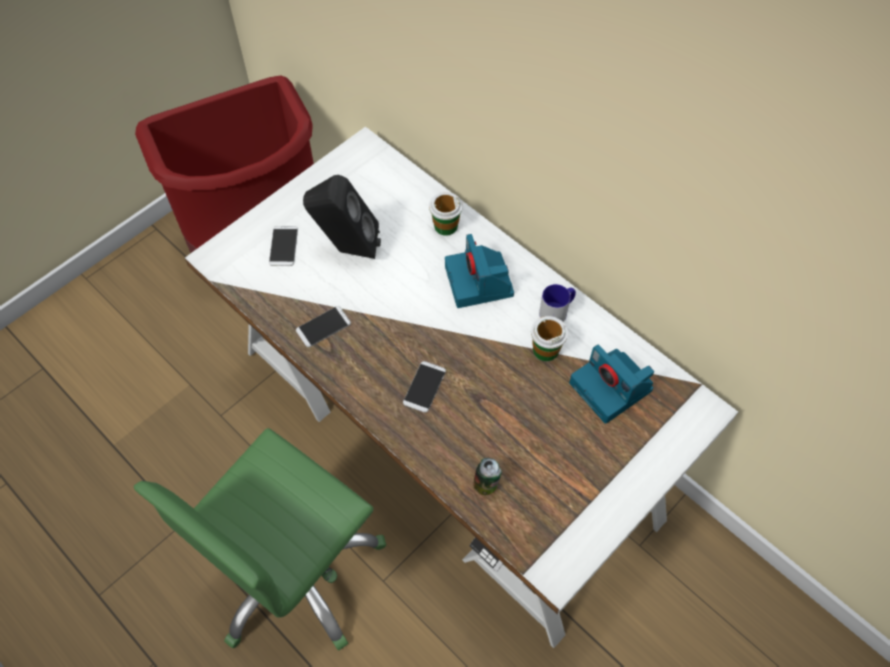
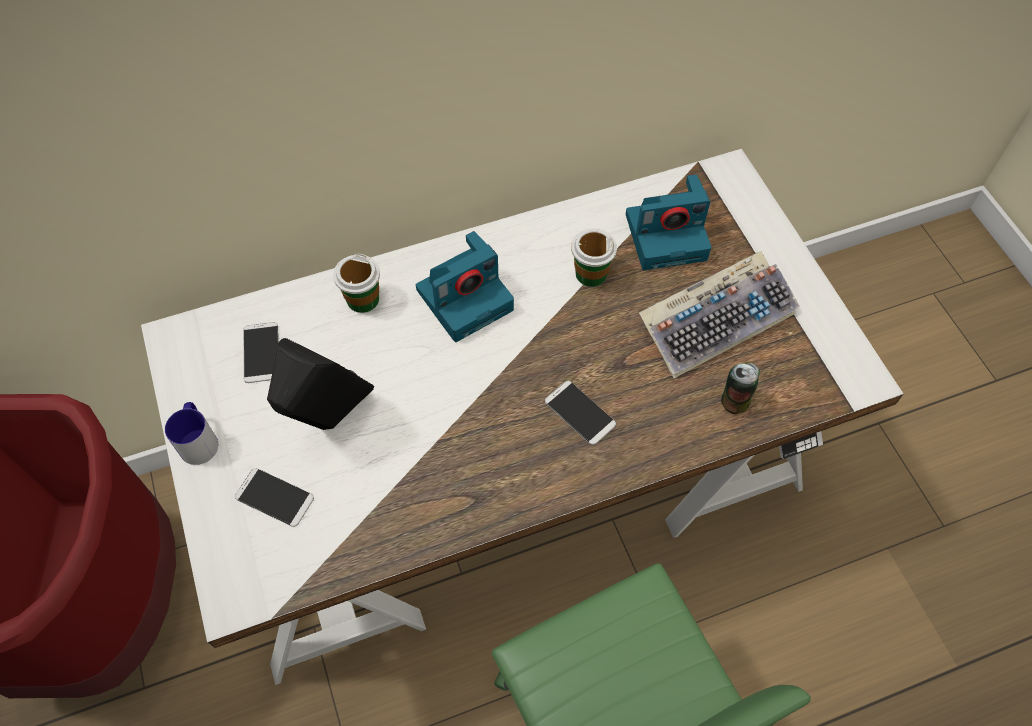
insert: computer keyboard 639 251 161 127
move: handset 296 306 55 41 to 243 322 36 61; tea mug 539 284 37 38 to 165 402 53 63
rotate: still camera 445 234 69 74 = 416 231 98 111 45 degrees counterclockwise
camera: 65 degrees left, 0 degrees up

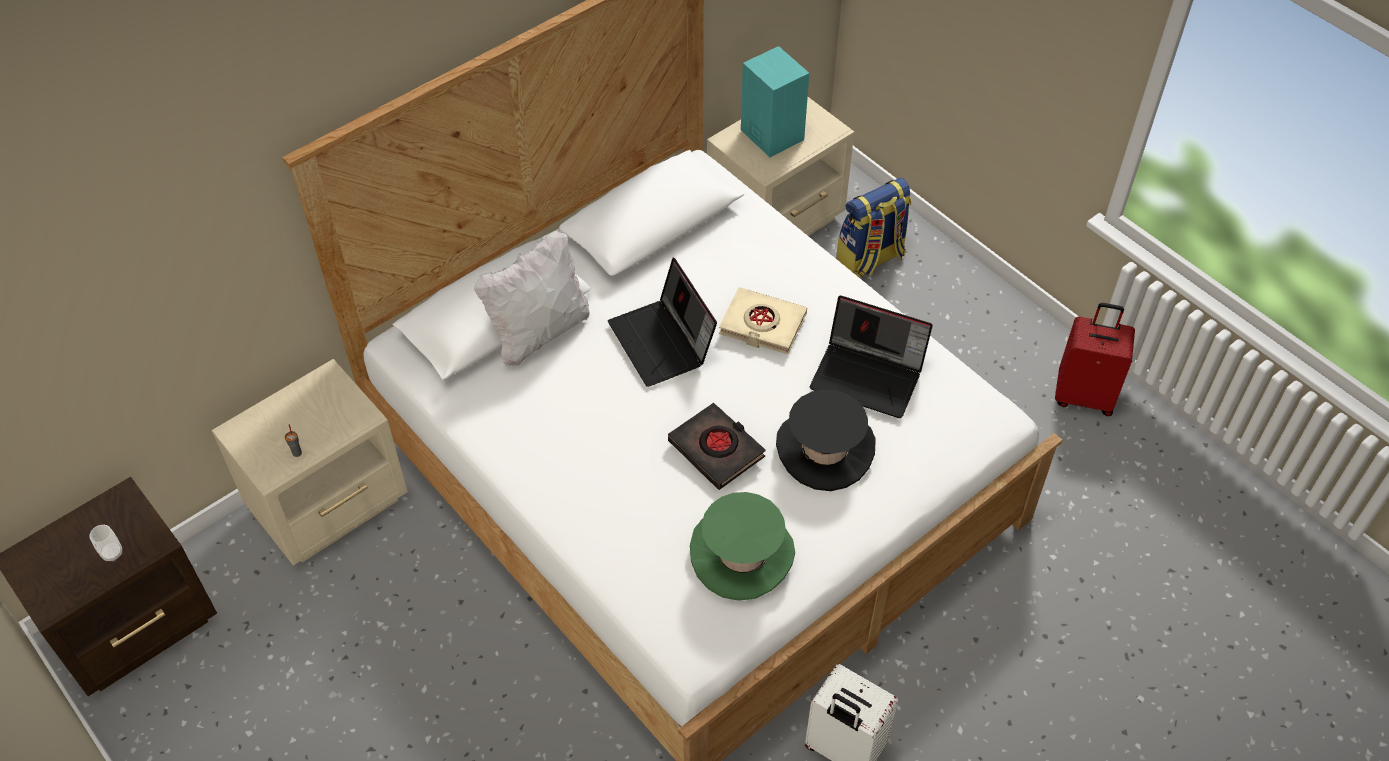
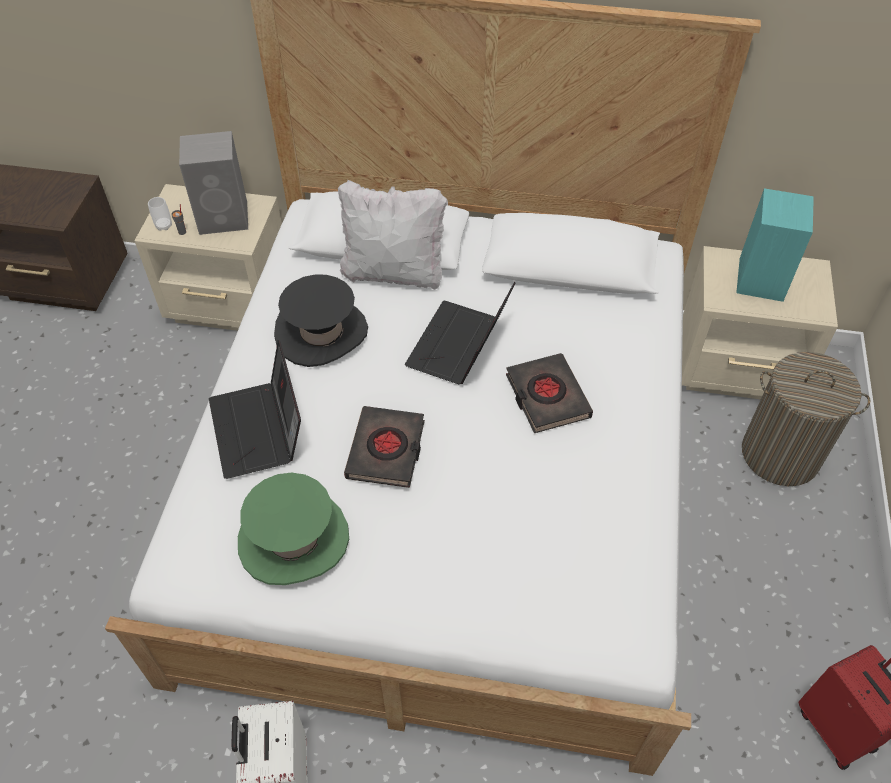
insert: greyish speaker 179 131 69 104
move: drinking cup 89 525 33 36 to 148 197 24 34; blackish wearable hat 776 389 100 102 to 274 274 94 93; portable computer 810 295 123 123 to 209 340 92 139
replace: knapsack 836 178 76 99 to hamper 742 352 128 134
recolor: beige bound book 719 287 88 67 to blackish bound book 506 353 87 80
camera: 50 degrees right, 0 degrees up

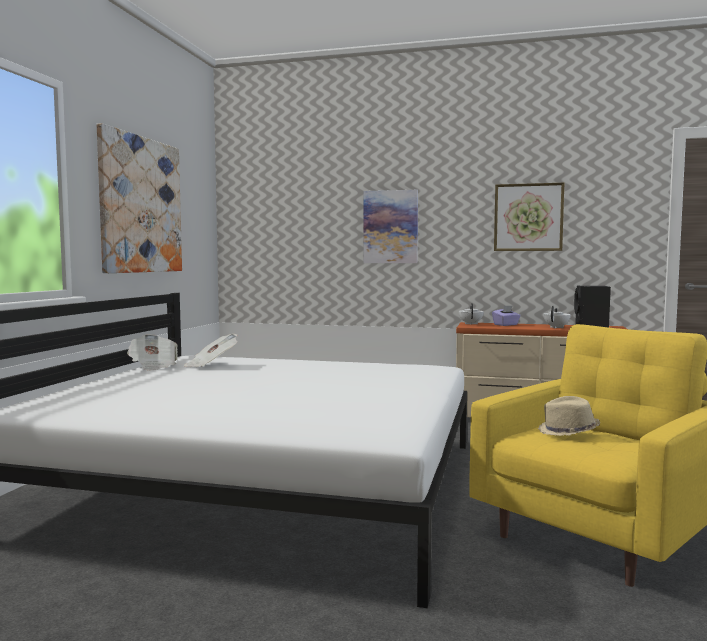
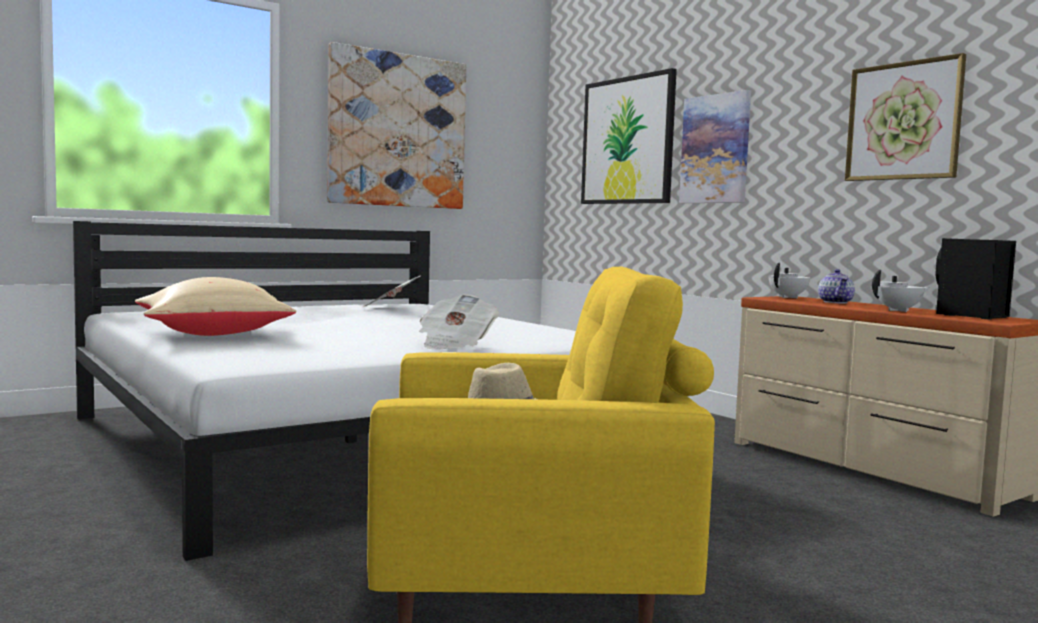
insert: beige cushion 135 277 161 59; wall picture 581 68 96 136
move: newspaper 127 334 51 37 to 419 294 80 56
replace: purple-coloured tissue holder 492 305 29 21 to teapot 818 269 37 35
camera: 40 degrees right, 0 degrees up

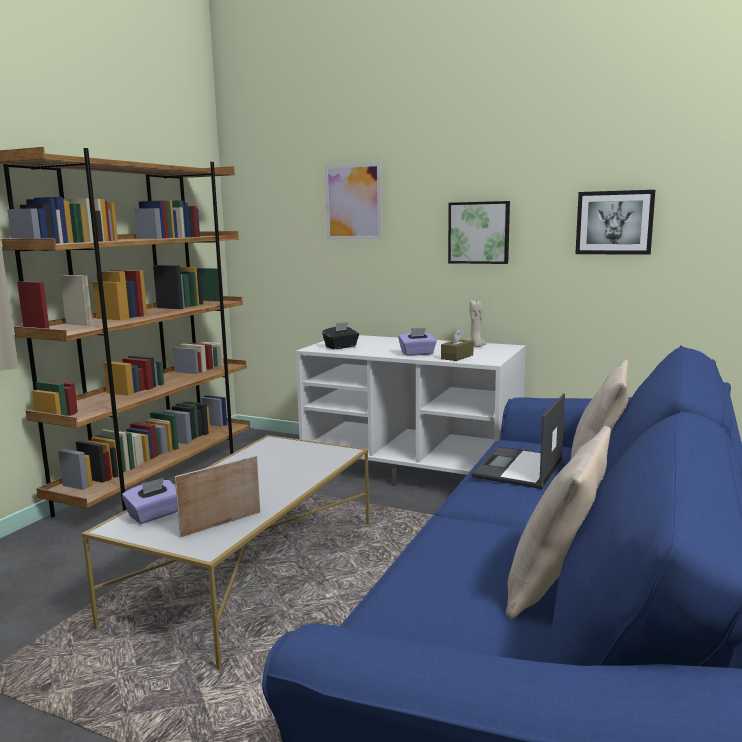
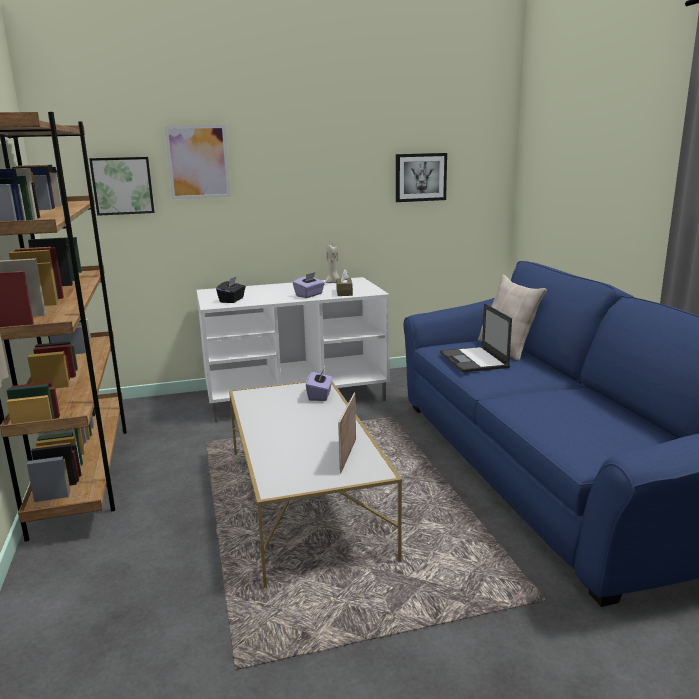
delete: beige cushion 506 426 105 193
move: purple-coloured tissue holder 122 478 56 46 to 306 369 27 32; wall picture 448 201 62 63 to 89 157 65 59
camera: 40 degrees left, 5 degrees up

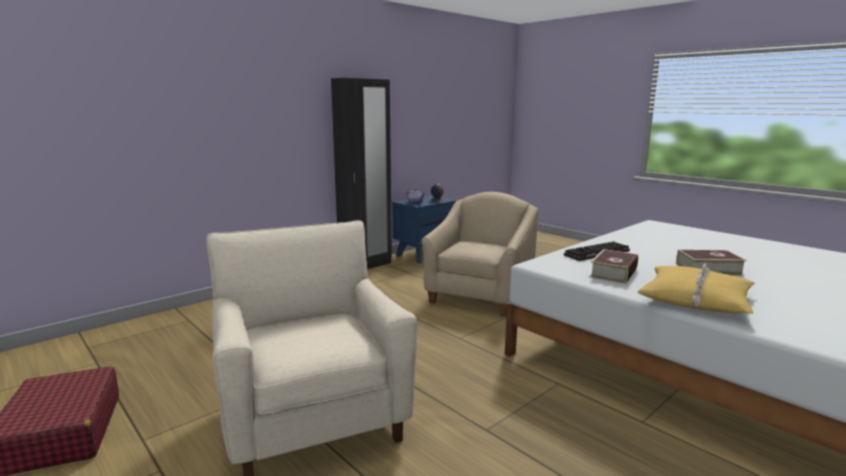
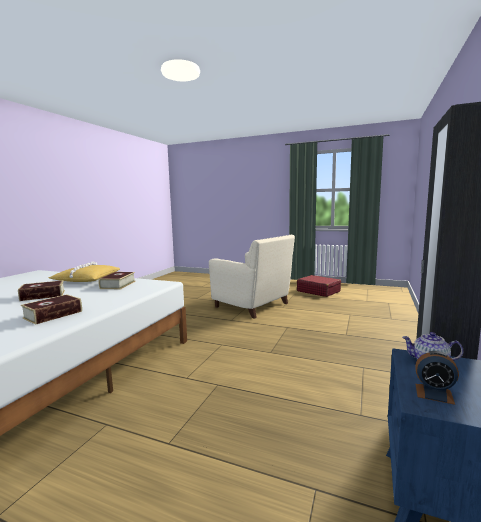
delete: beige armchair 421 192 117 124; computer keyboard 564 241 66 20
insert: bound book 21 294 61 31
camera: 155 degrees right, 5 degrees down

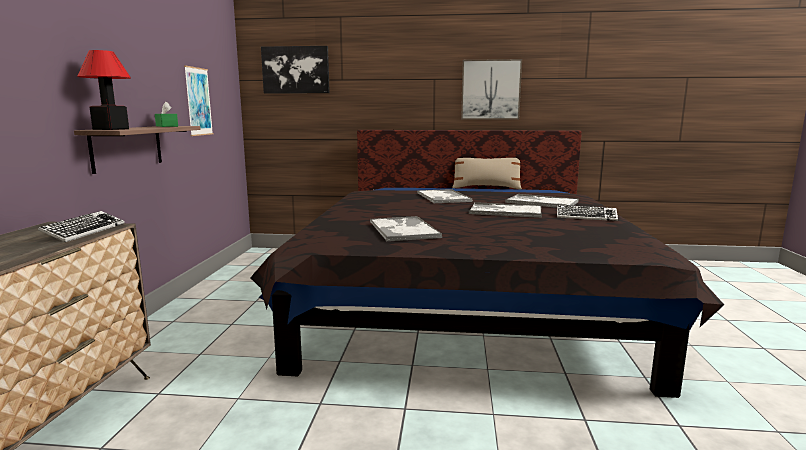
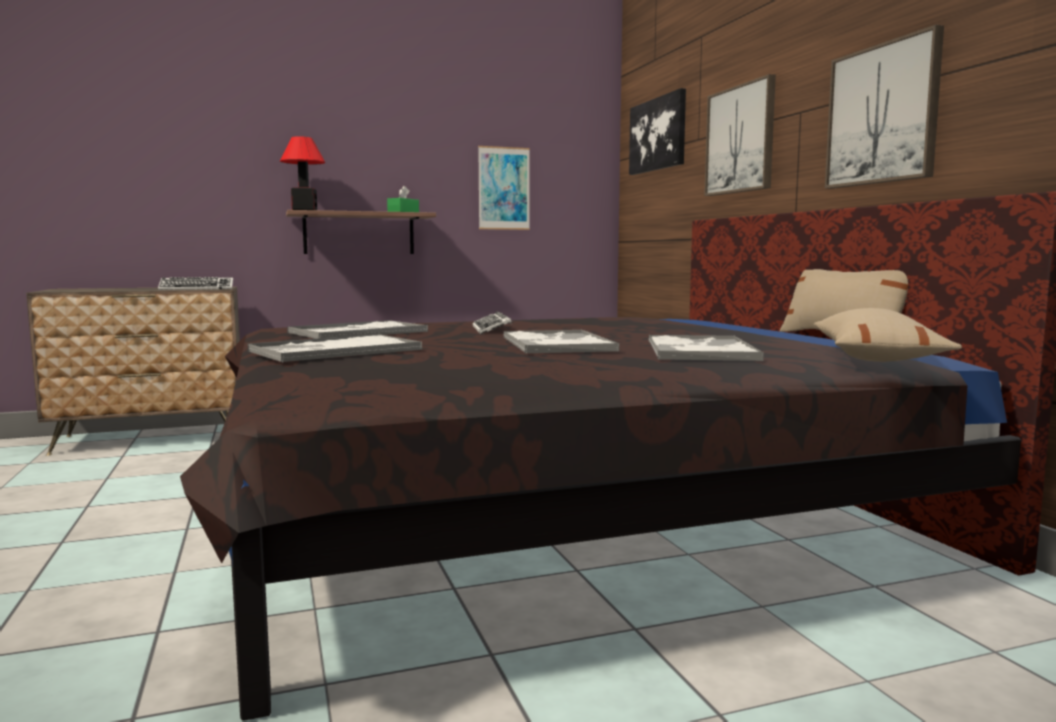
insert: wall picture 704 74 72 122; beige cushion 814 308 148 54
move: carrying tray 417 189 55 14 to 248 334 174 28; computer keyboard 557 205 61 16 to 473 311 39 23
camera: 65 degrees right, 5 degrees down

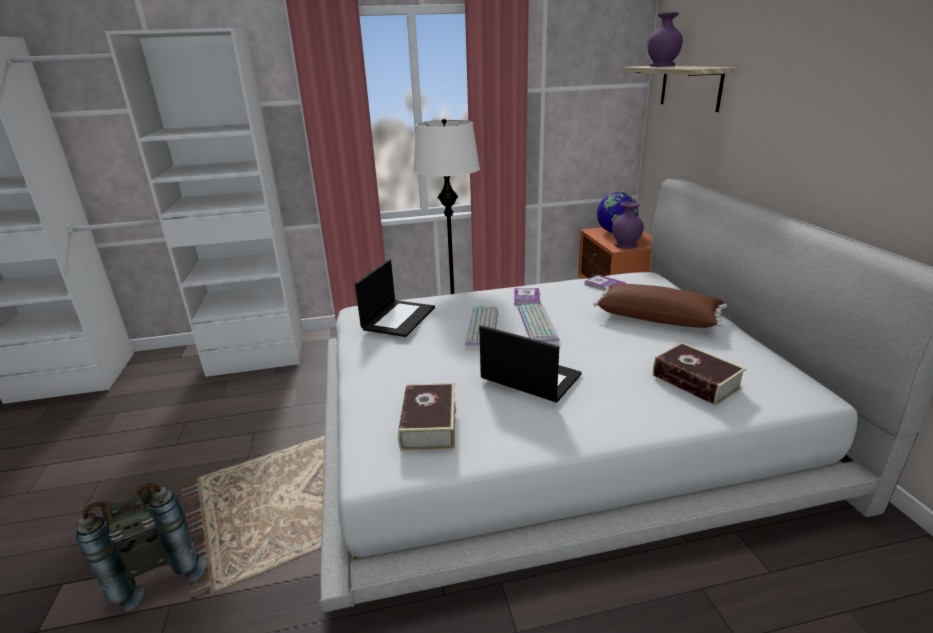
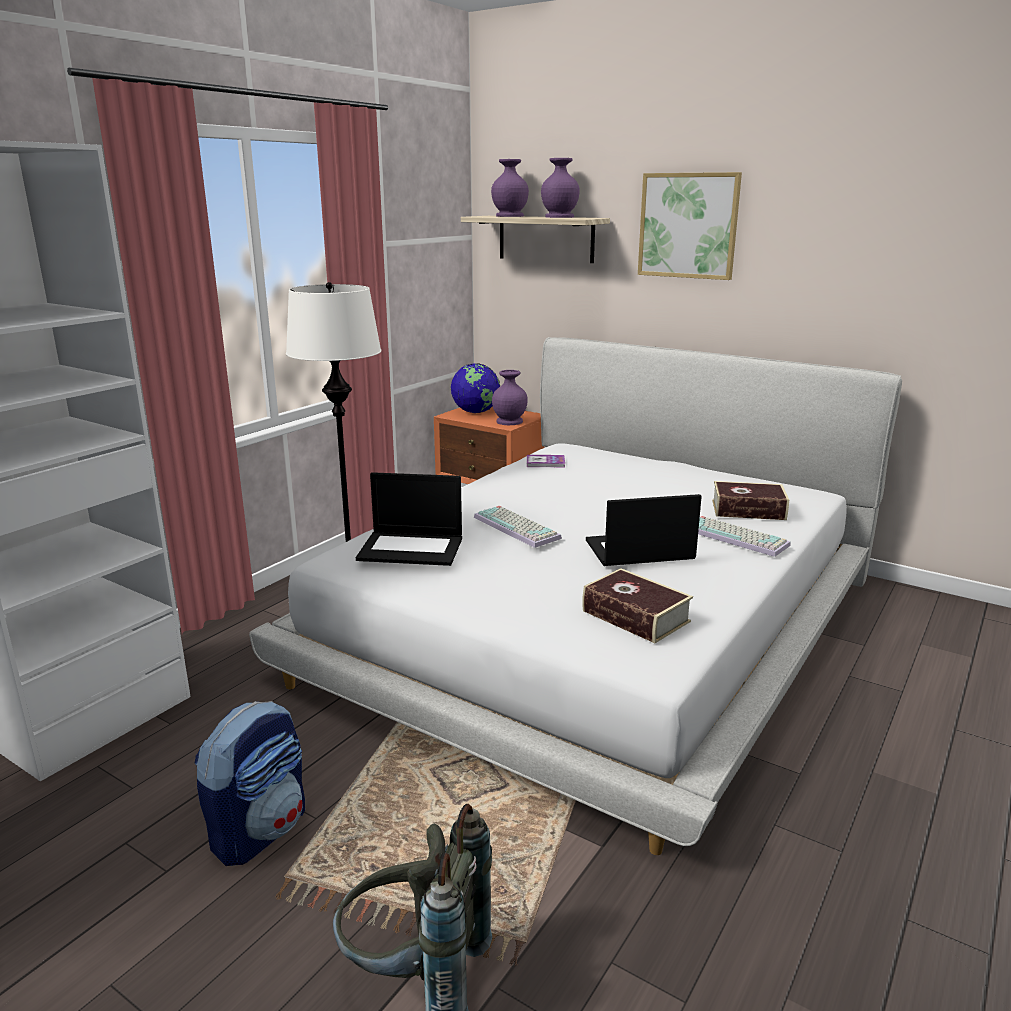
delete: bound book 514 288 26 17; brownish cushion 593 284 134 44
insert: knapsack 194 701 111 165; purple-coloured vase 541 158 39 60; wall picture 638 172 104 108
move: computer keyboard 518 304 42 38 to 698 516 93 41
rotate: portable computer 355 260 80 77 = 356 472 106 94 120 degrees clockwise
camera: 45 degrees left, 5 degrees down

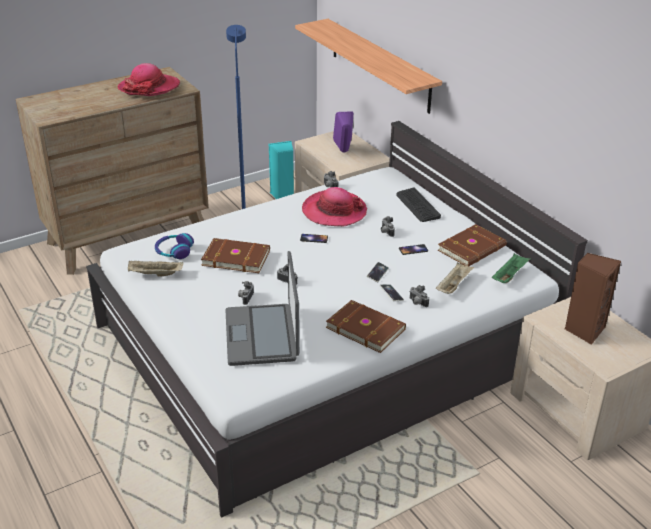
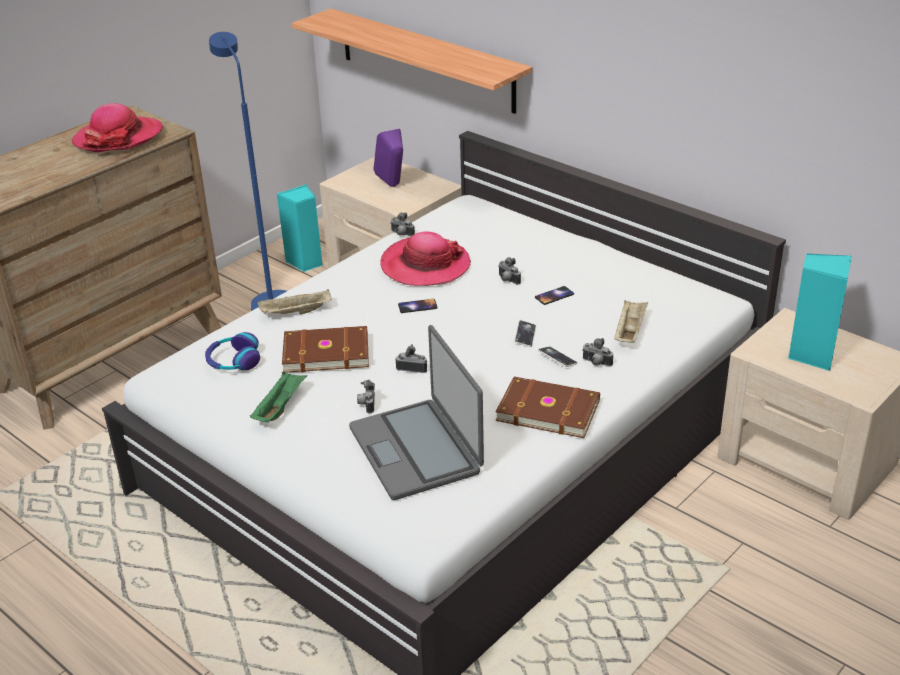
delete: computer keyboard 396 188 45 34; brownish bound book 438 224 69 42
move: beige carrying tray 128 260 55 17 to 258 289 74 25; greenish carrying tray 492 253 39 30 to 250 372 57 51
recolor: brownish speaker 564 253 57 92 to turquoise-coloured speaker 788 254 64 117
camera: 15 degrees left, 0 degrees up

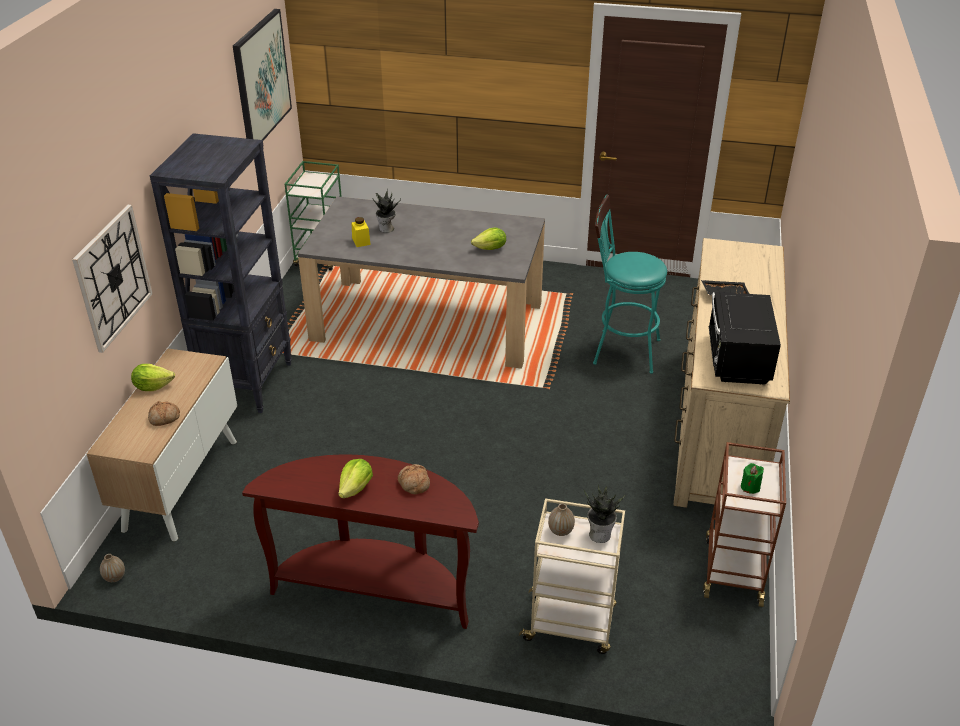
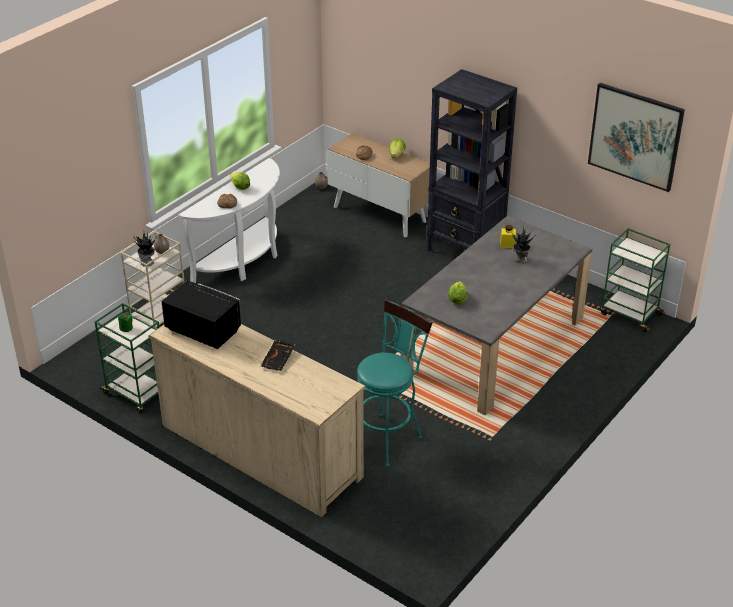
delete: clock on the wall 72 205 81 148
recolor: brownish hall table 242 454 237 175 to whitish hall table 179 158 101 125; brownish trolley 703 442 83 165 to greenish trolley 95 303 64 110
camera: 115 degrees right, 0 degrees up

